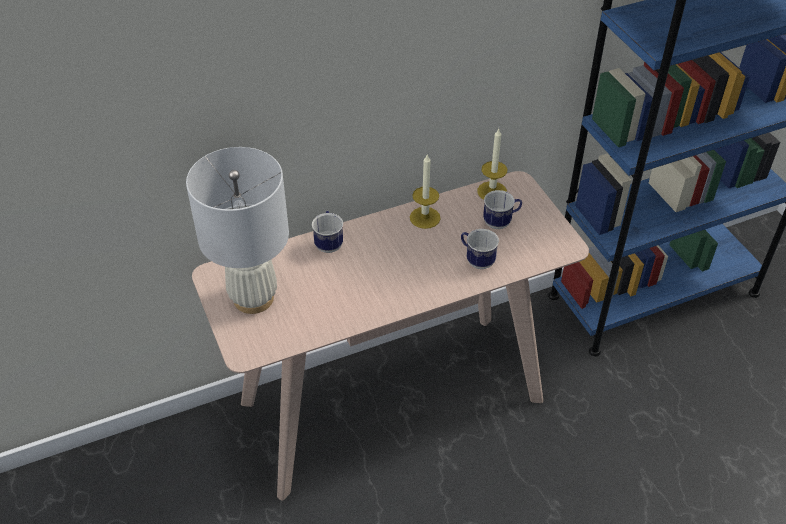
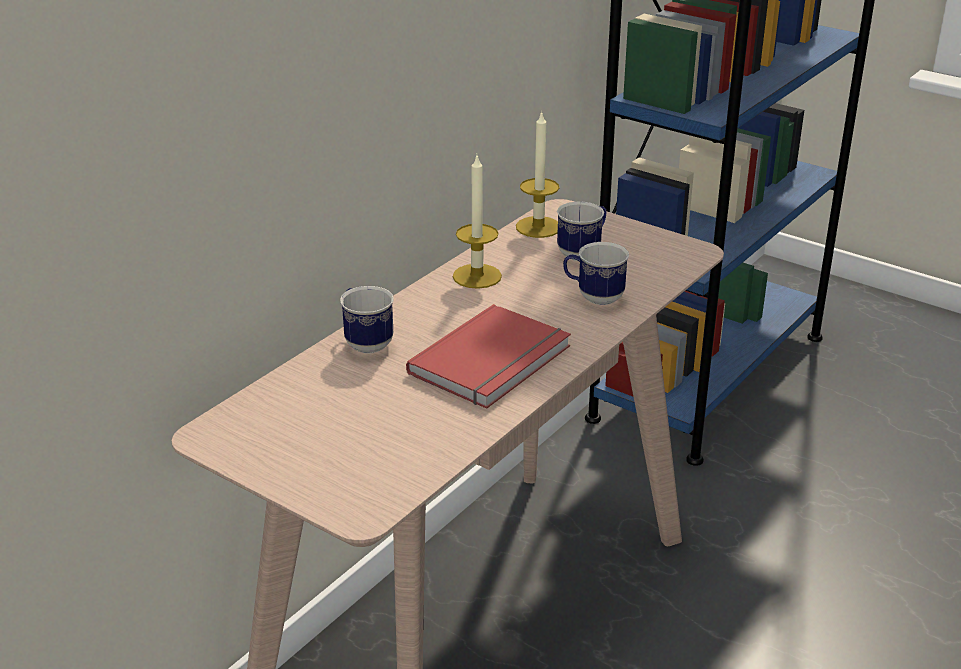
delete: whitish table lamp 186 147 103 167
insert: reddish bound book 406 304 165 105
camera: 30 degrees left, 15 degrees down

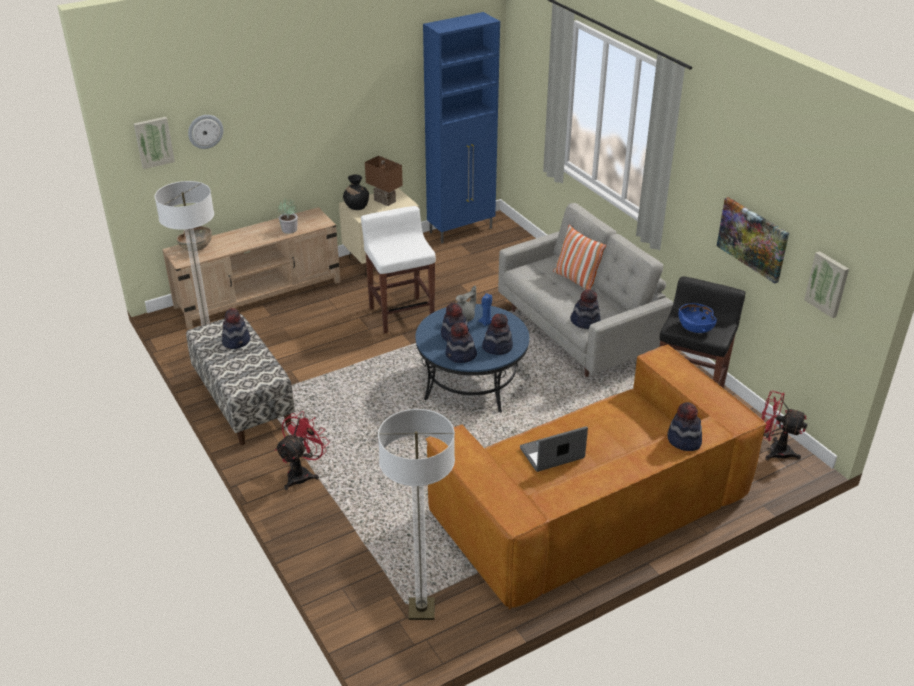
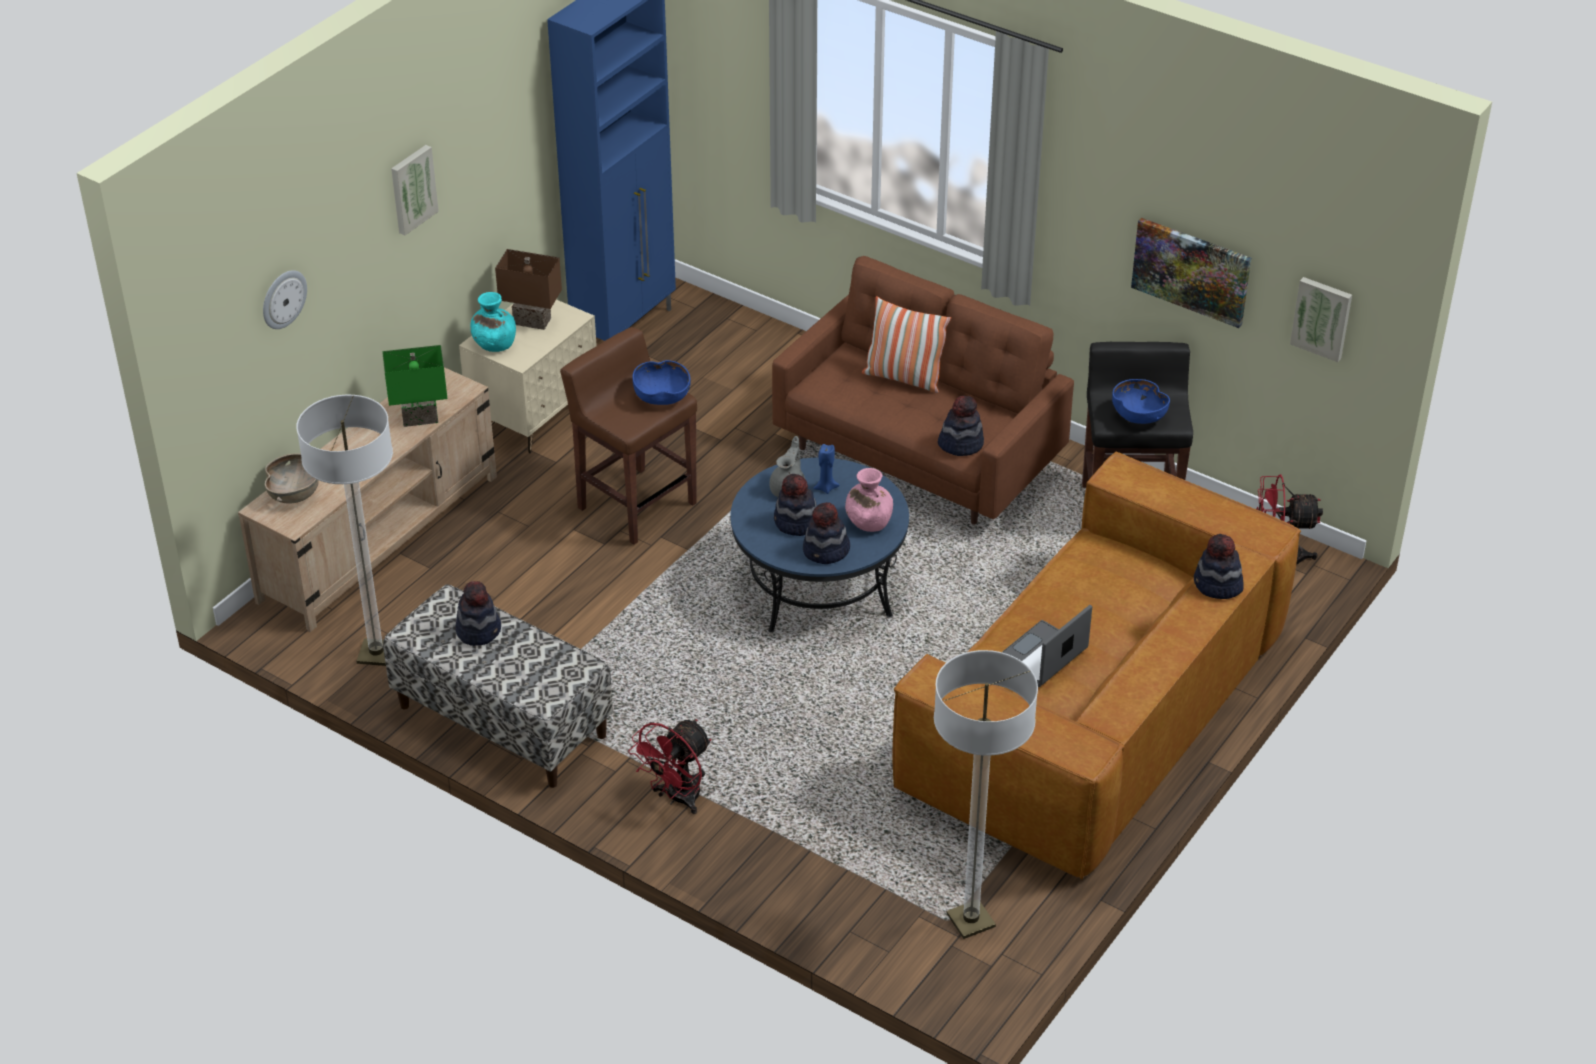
insert: blue-coloured bowl 632 360 59 45
move: wall picture 134 117 41 52 to 391 145 48 90
replace: potted plant 278 198 20 36 to greenish table lamp 382 345 65 82; wearable hat 482 314 31 41 to pink-coloured vase 845 468 48 64
recolor: blackish vase 343 175 26 35 to turquoise-coloured vase 470 292 46 60; whitish sitting stool 361 206 75 127 to brownish sitting stool 560 327 137 218; greyish couch 498 203 175 174 to brownish couch 772 256 302 269
rotate: reddish electric fan 275 411 55 79 = 628 719 83 95 150 degrees counterclockwise
camera: 25 degrees left, 5 degrees up

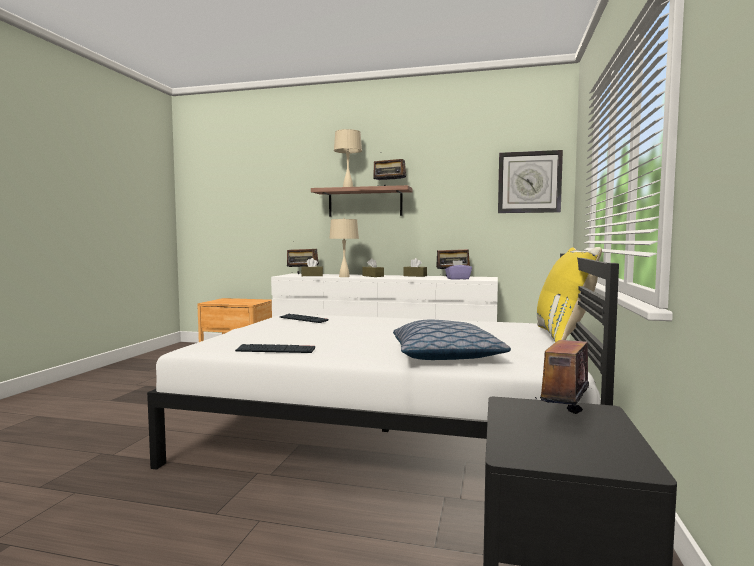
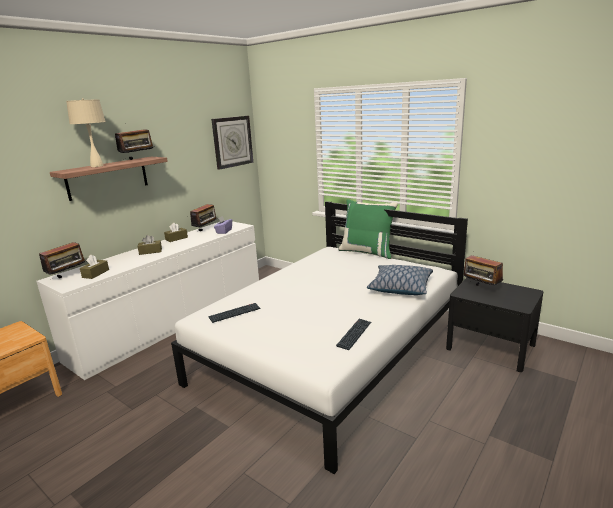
delete: beige table lamp 329 218 30 59
recolor: yellowish cushion 537 247 65 96 to greenish cushion 338 199 60 60
camera: 65 degrees left, 15 degrees up

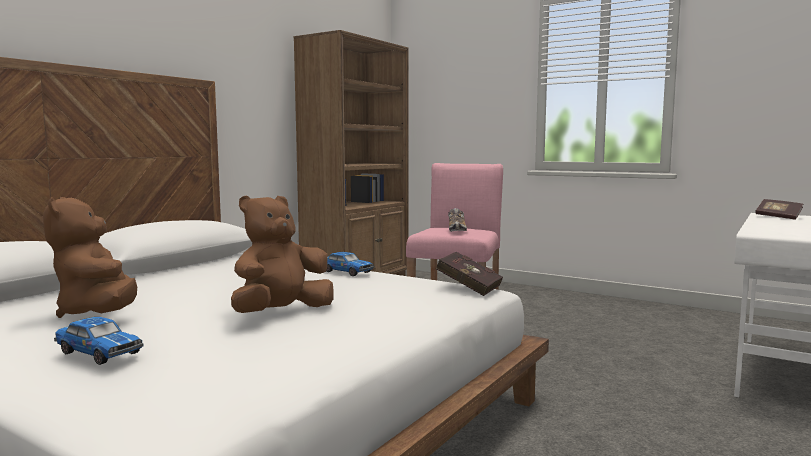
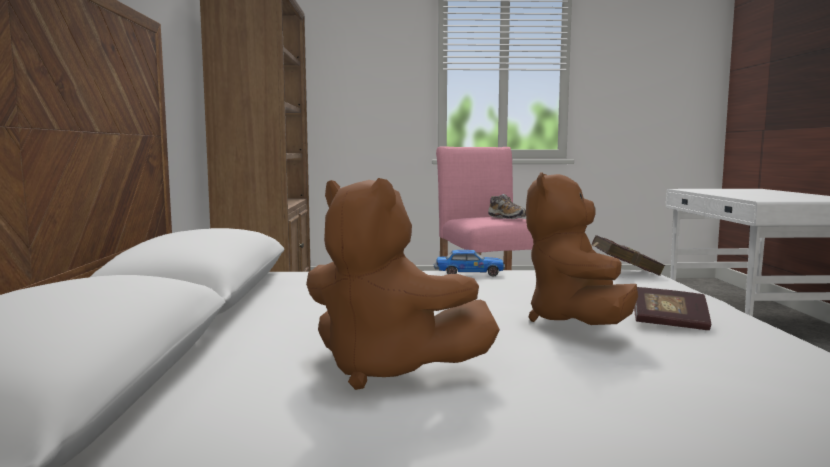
delete: model car 54 317 90 48
move: bound book 756 199 47 21 to 634 287 77 43
camera: 35 degrees left, 0 degrees up

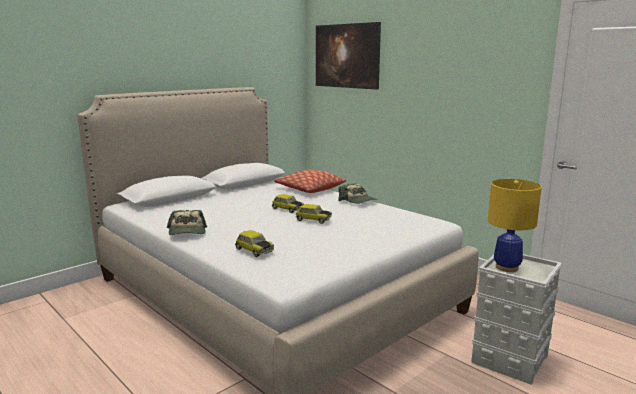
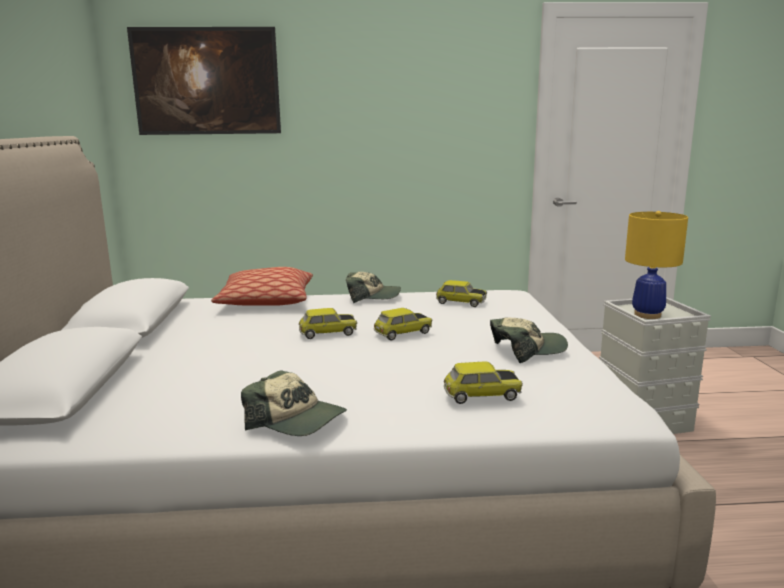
insert: model car 436 280 51 27; peaked cap 490 318 78 45
camera: 50 degrees left, 0 degrees up

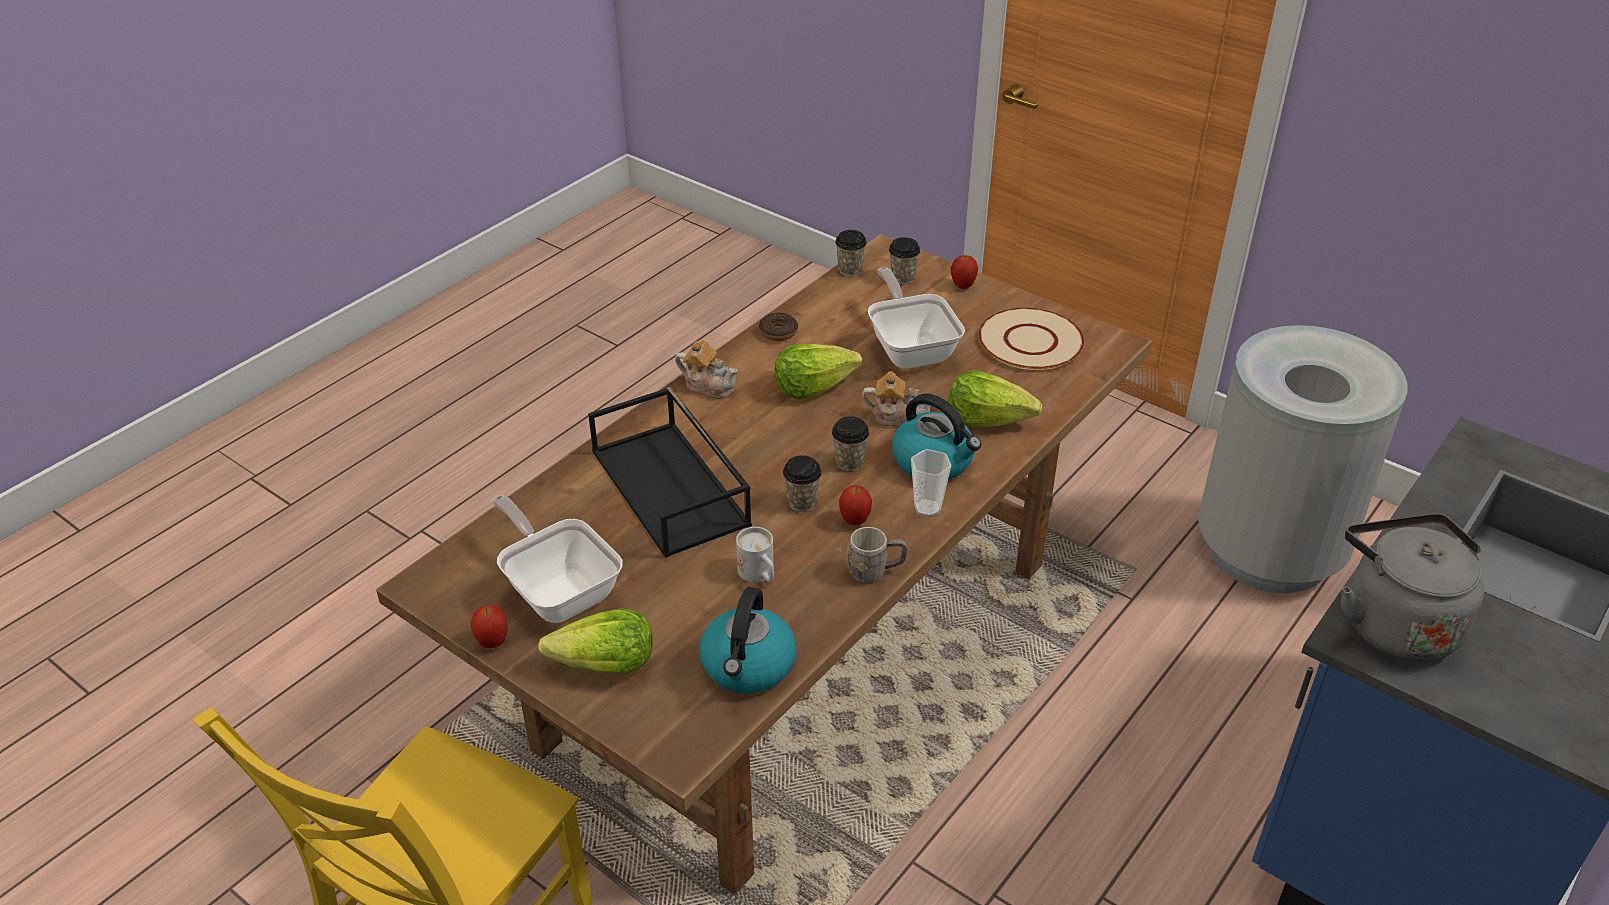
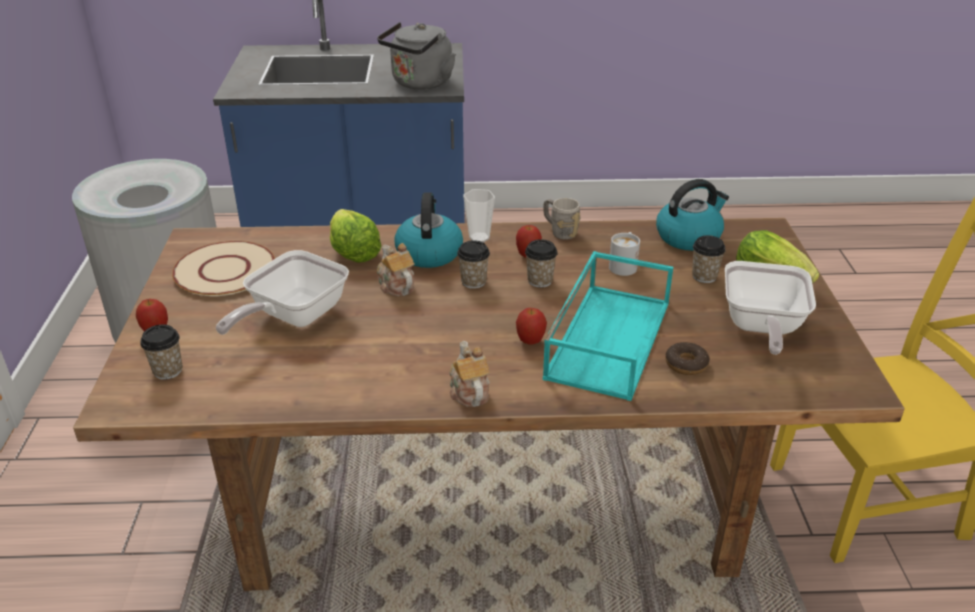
delete: lettuce 775 344 87 55
move: apple fruit 470 605 38 43 to 516 308 31 37; donut 759 312 39 29 to 665 342 45 33; drinking cup 835 230 32 46 to 692 235 34 48
recolor: blackish carrying tray 588 387 164 171 to turquoise-coloured carrying tray 543 251 130 150
camera: 130 degrees left, 5 degrees down

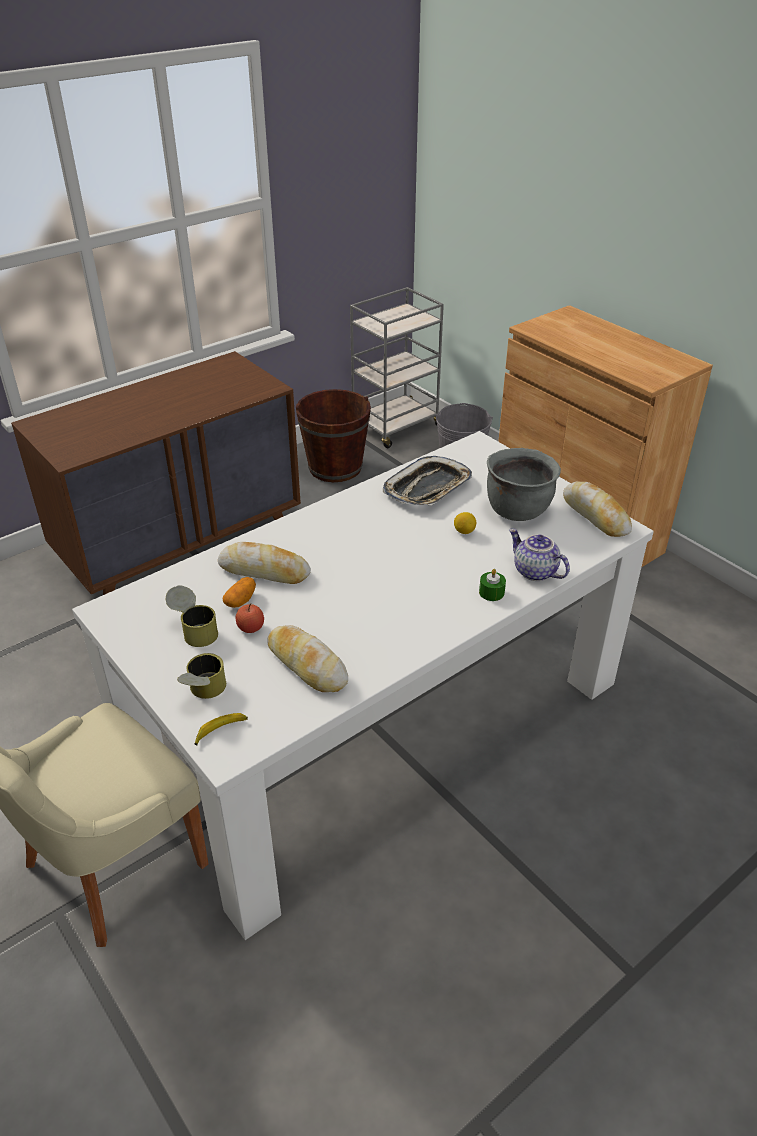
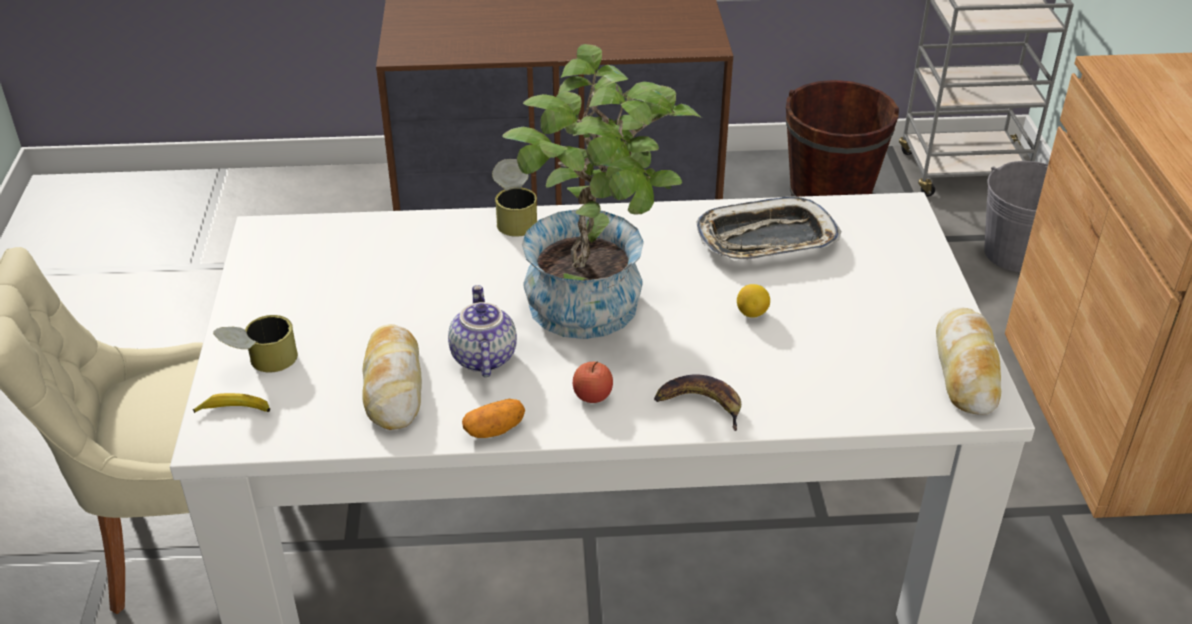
delete: bread 218 542 93 42; greyish stockpot 487 448 74 73
insert: potted plant 502 44 200 295
move: sealed can 166 585 52 62 to 492 159 45 78; whole potato 222 577 34 31 to 462 399 63 39; apple fruit 236 603 28 30 to 573 361 40 42; teapot 509 529 61 52 to 448 285 69 92
replace: greenish wax light 479 569 27 32 to whole banana 654 375 87 56
camera: 35 degrees right, 0 degrees up

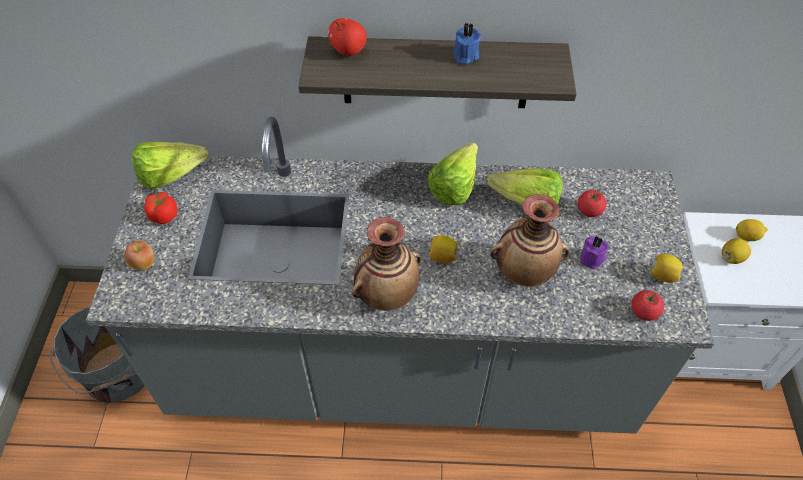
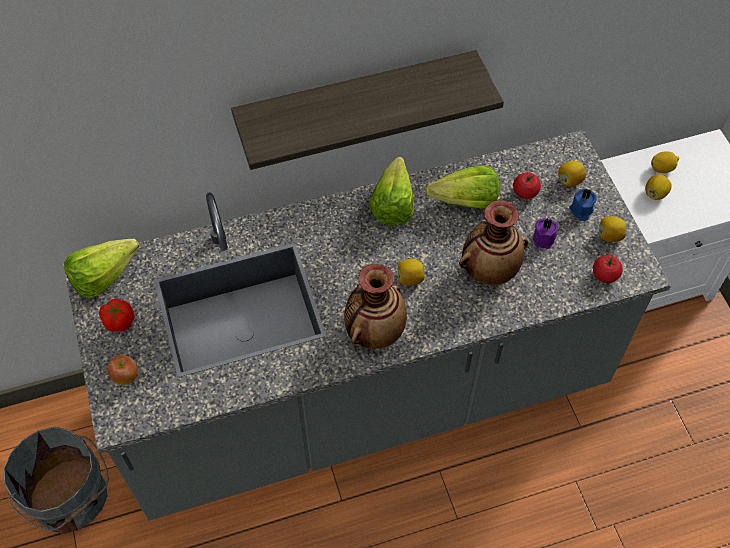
delete: apple fruit 328 18 39 38
insert: lemon 558 161 28 26
move: blue-coloured wax light 453 23 28 42 to 569 189 28 32
camera: 20 degrees left, 5 degrees up

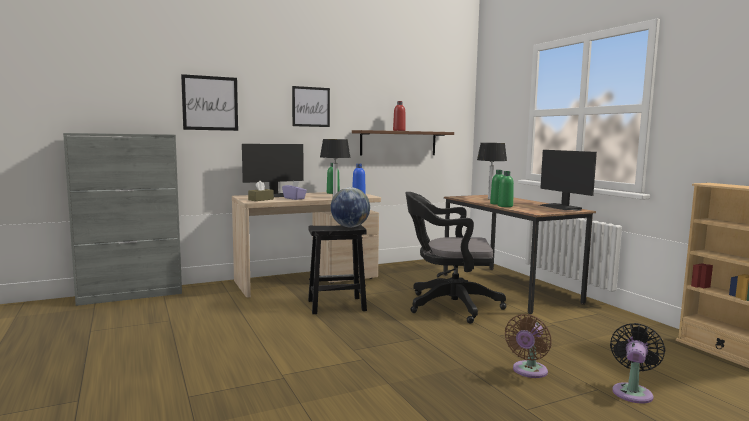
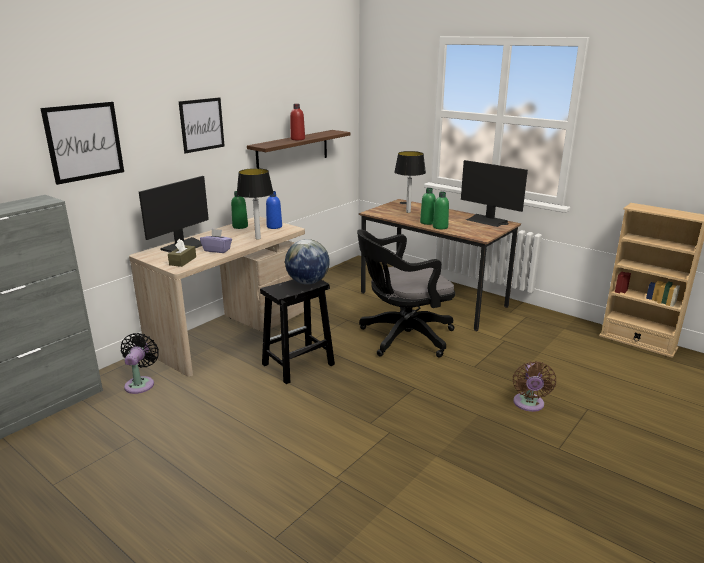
move: blackish electric fan 610 323 55 81 to 121 333 38 61
camera: 25 degrees left, 15 degrees up

